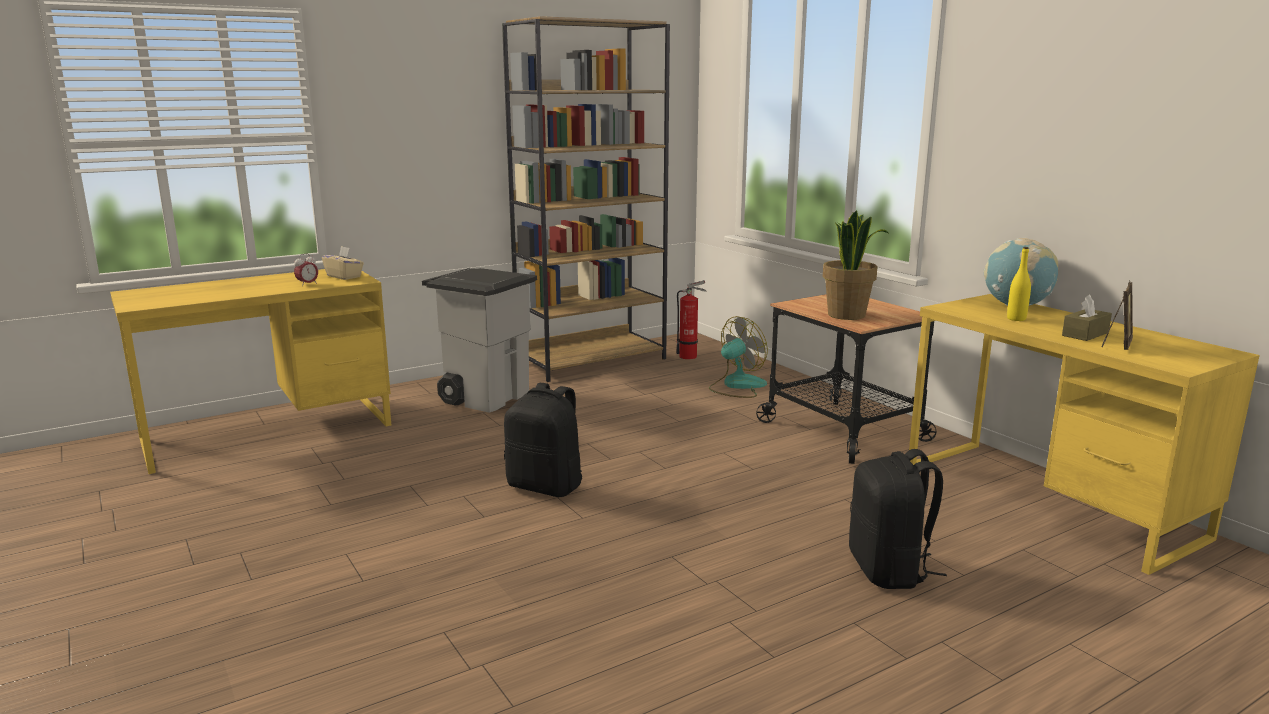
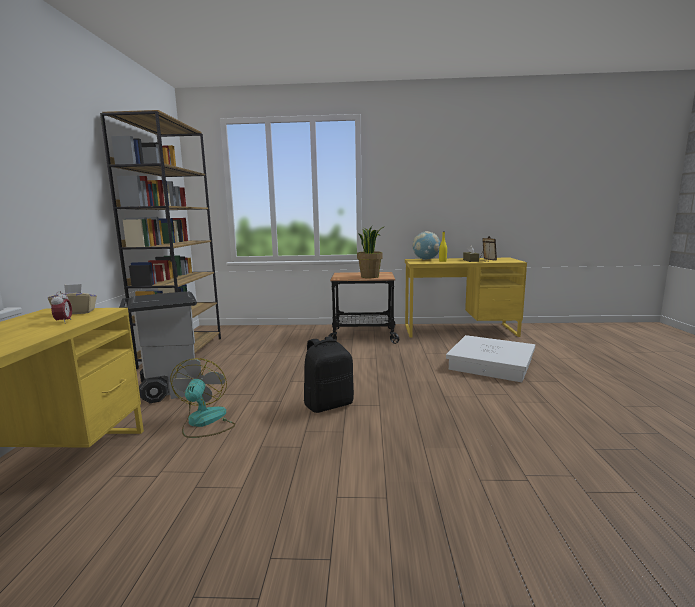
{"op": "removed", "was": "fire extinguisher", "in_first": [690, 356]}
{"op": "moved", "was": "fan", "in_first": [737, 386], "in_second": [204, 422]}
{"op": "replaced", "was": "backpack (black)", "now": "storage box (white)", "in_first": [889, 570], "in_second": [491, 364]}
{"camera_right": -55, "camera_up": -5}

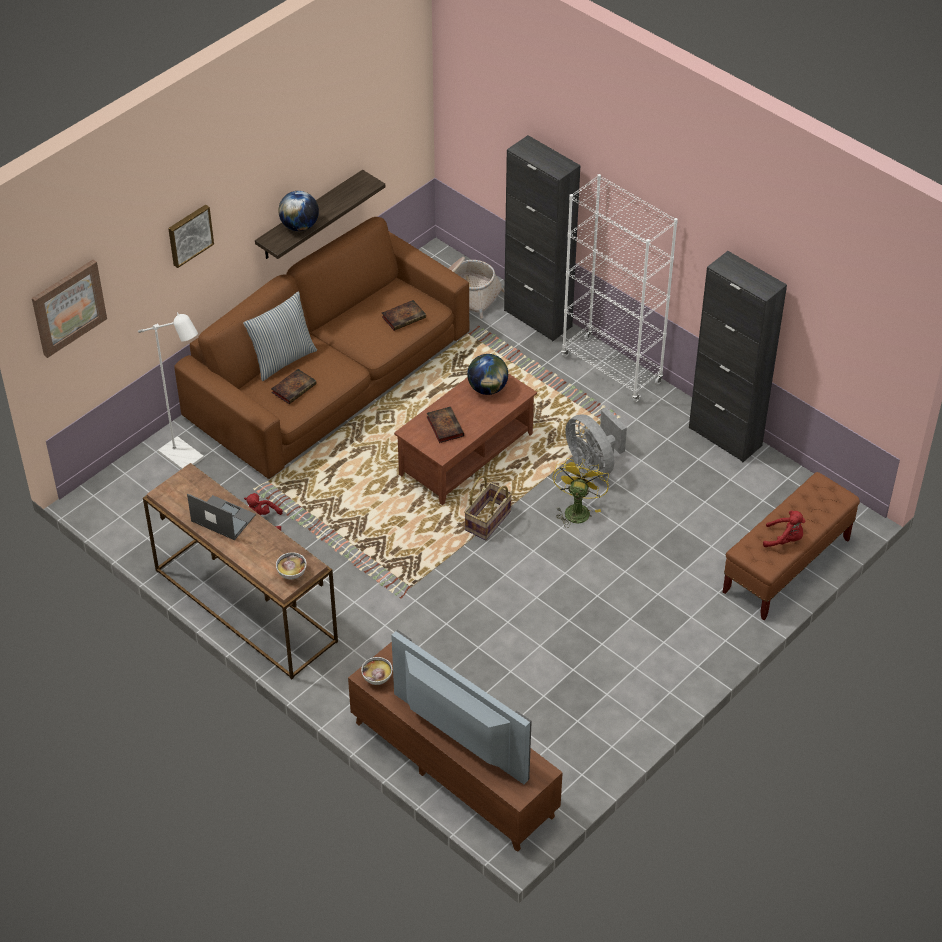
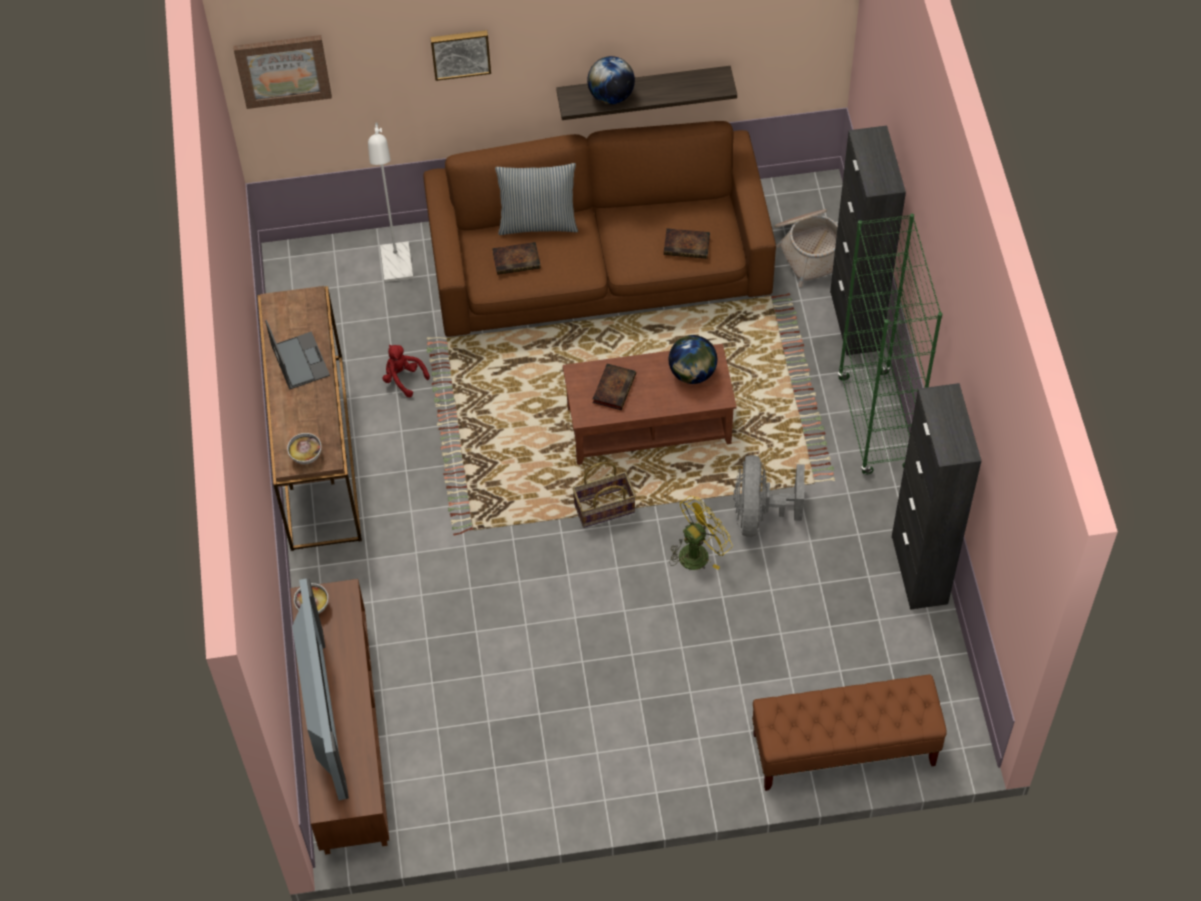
{"op": "removed", "was": "plush toy (red)", "in_first": [784, 539]}
{"op": "recoloured", "was": "bookcase (white)", "now": "bookcase (green)", "in_first": [611, 370], "in_second": [875, 423]}
{"camera_right": 40, "camera_up": 10}

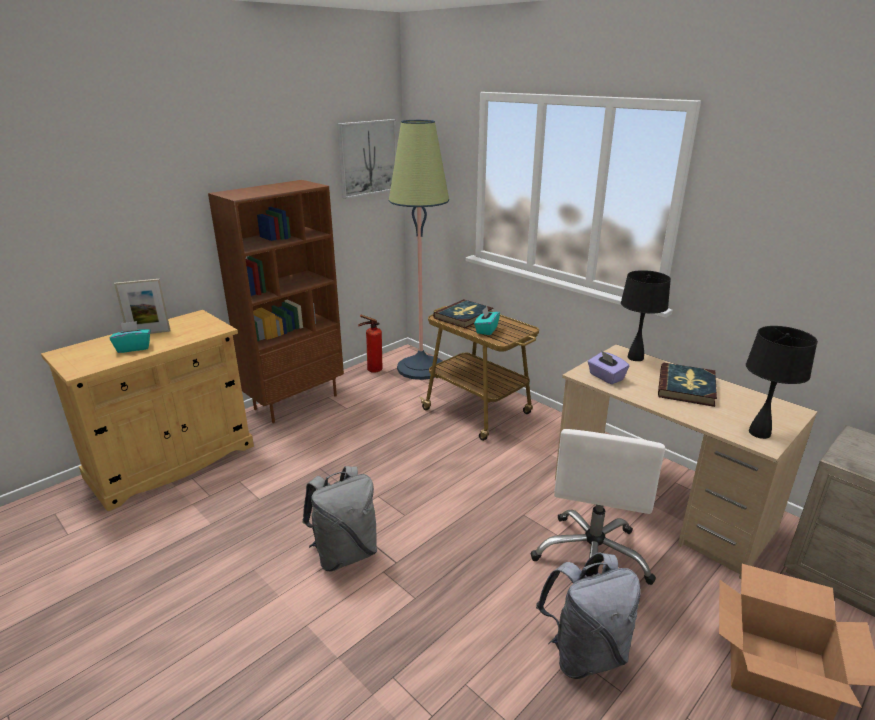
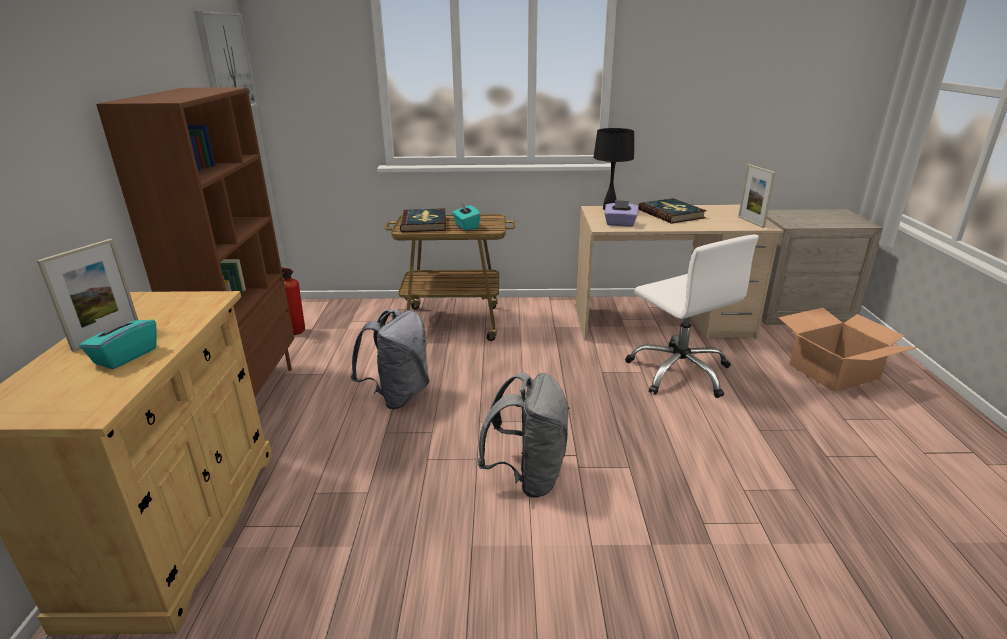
{"op": "removed", "was": "floor lamp", "in_first": [421, 368]}
{"op": "moved", "was": "backpack (grey)", "in_first": [584, 653], "in_second": [398, 396]}
{"op": "replaced", "was": "table lamp (black)", "now": "picture frame", "in_first": [759, 433], "in_second": [751, 222]}
{"camera_right": -45, "camera_up": 0}

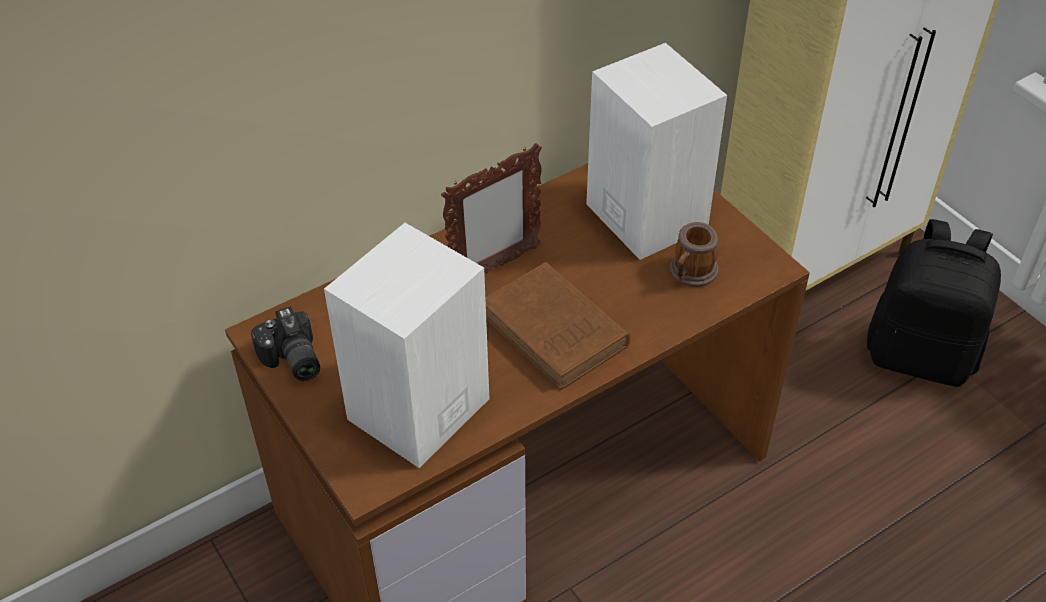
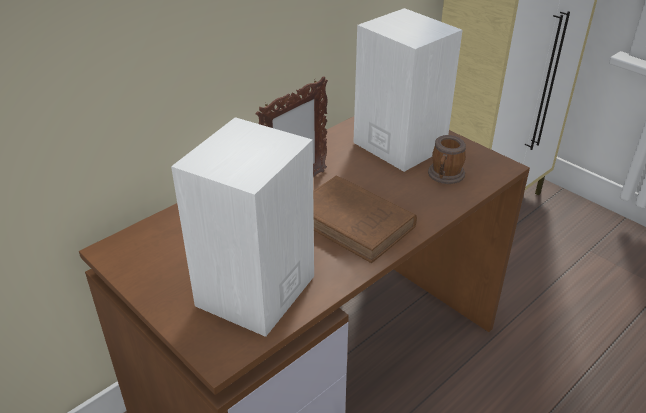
{"op": "removed", "was": "photo camera", "in_first": [291, 361]}
{"op": "removed", "was": "backpack (black)", "in_first": [920, 355]}
{"camera_right": -10, "camera_up": -10}

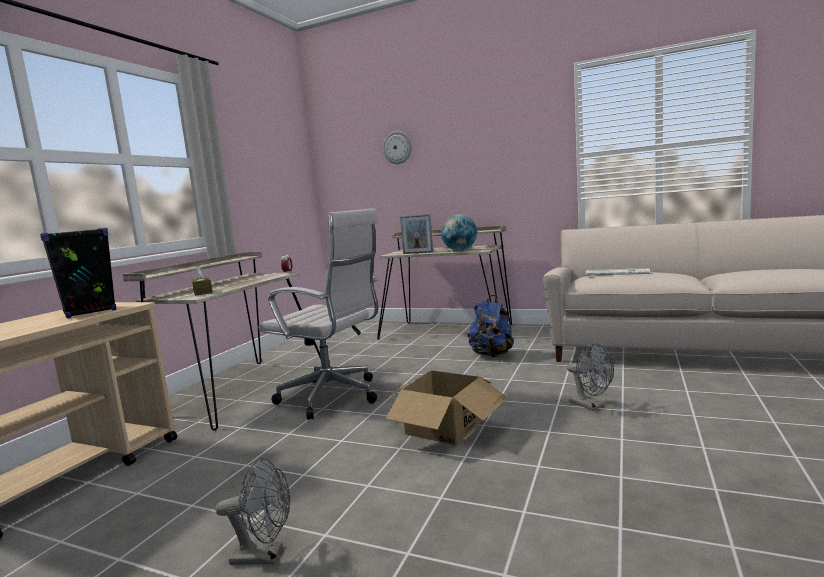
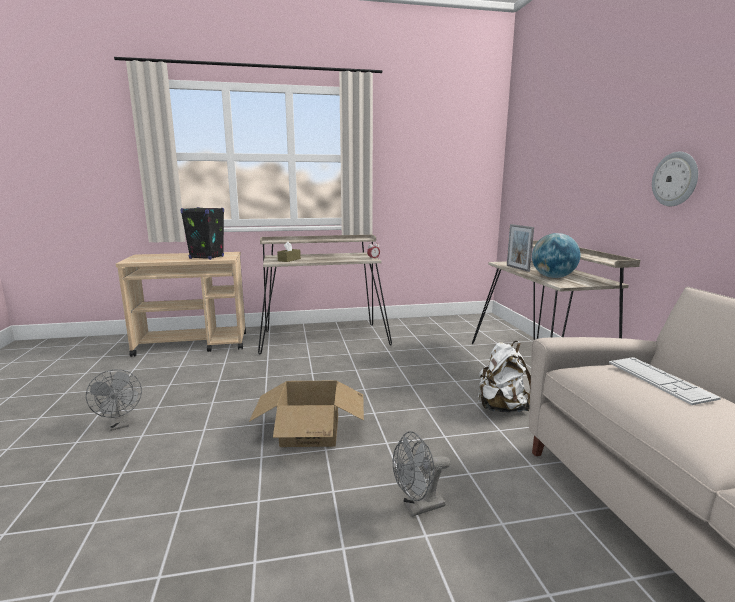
{"op": "removed", "was": "office chair (white)", "in_first": [334, 397]}
{"op": "moved", "was": "wall clock", "in_first": [397, 147], "in_second": [675, 179]}
{"op": "recoloured", "was": "backpack (blue)", "now": "backpack (white)", "in_first": [492, 355], "in_second": [501, 408]}
{"op": "turned", "was": "fan (grey)", "in_first": [591, 406], "in_second": [418, 507], "clockwise": 45}
{"camera_right": 55, "camera_up": 5}

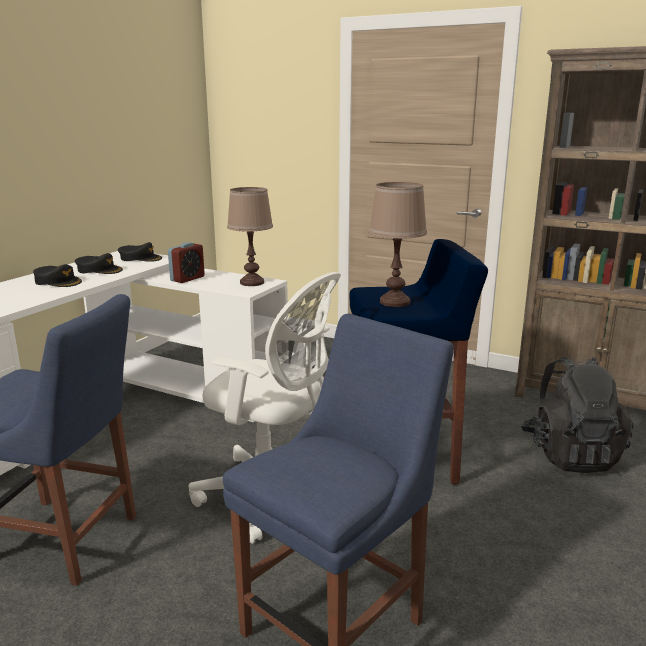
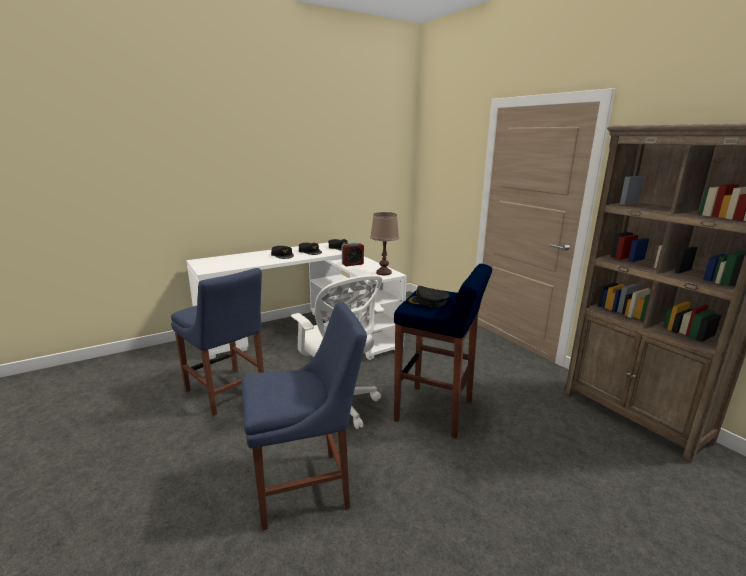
{"op": "removed", "was": "backpack (black)", "in_first": [570, 454]}
{"op": "replaced", "was": "table lamp (brown)", "now": "cap (black)", "in_first": [395, 302], "in_second": [428, 302]}
{"camera_right": 30, "camera_up": 0}

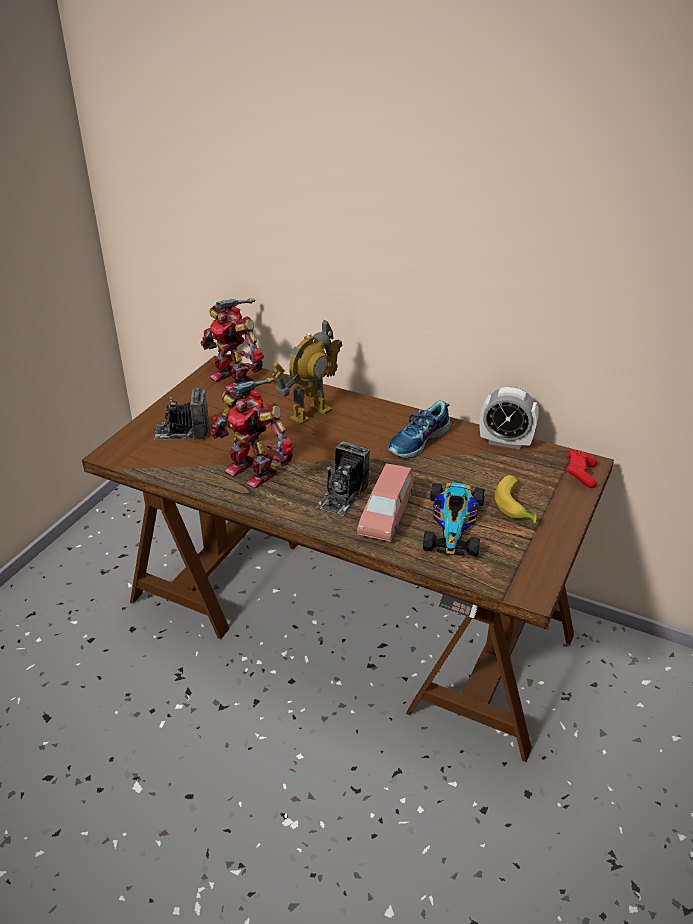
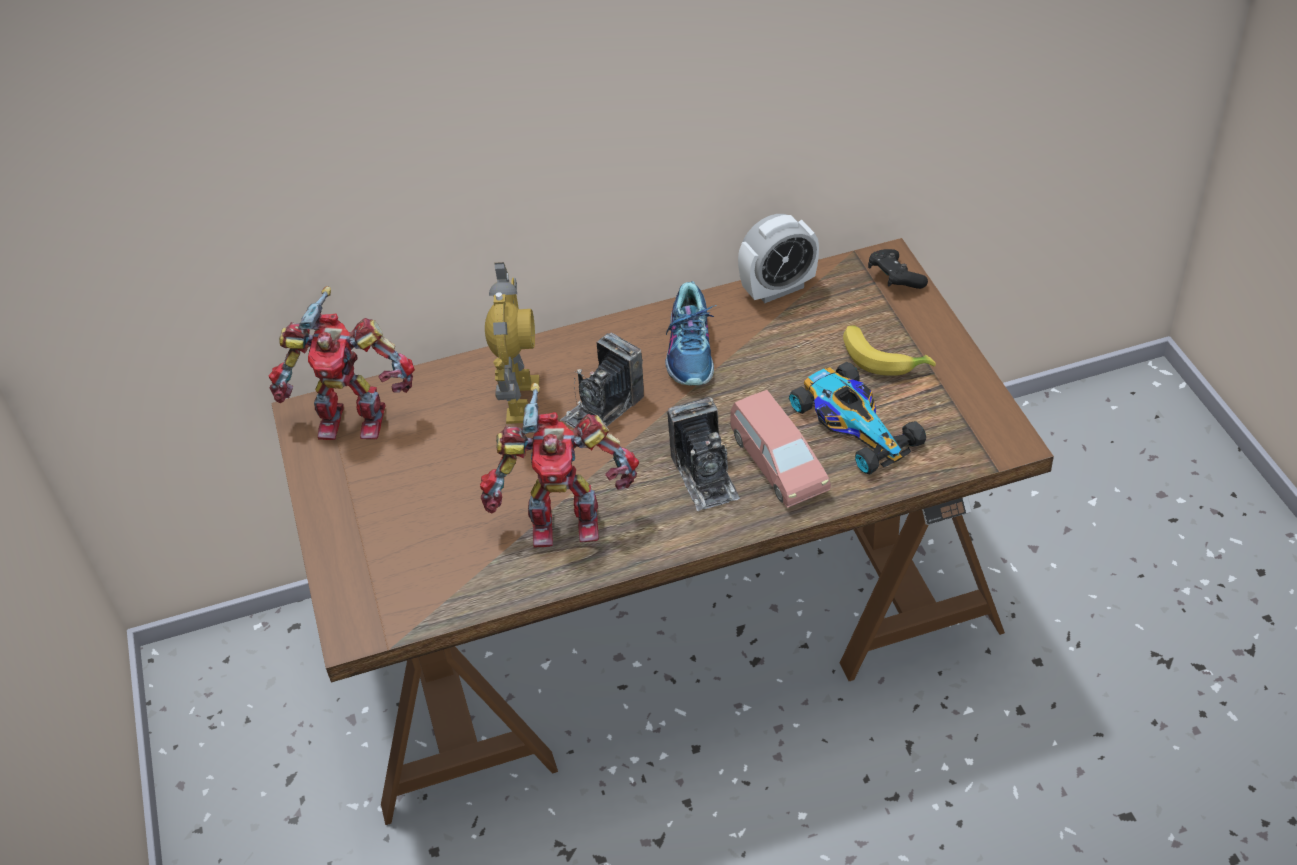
{"op": "moved", "was": "photo camera", "in_first": [182, 431], "in_second": [603, 407]}
{"op": "recoloured", "was": "game controller (red)", "now": "game controller (black)", "in_first": [579, 475], "in_second": [895, 279]}
{"camera_right": -40, "camera_up": 10}

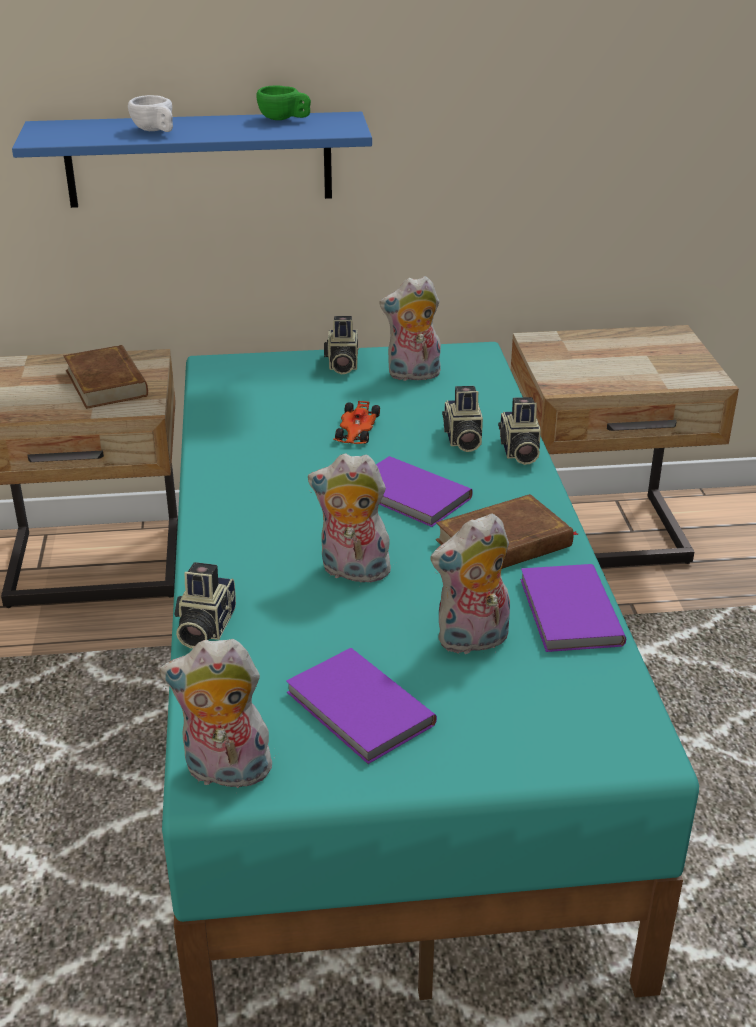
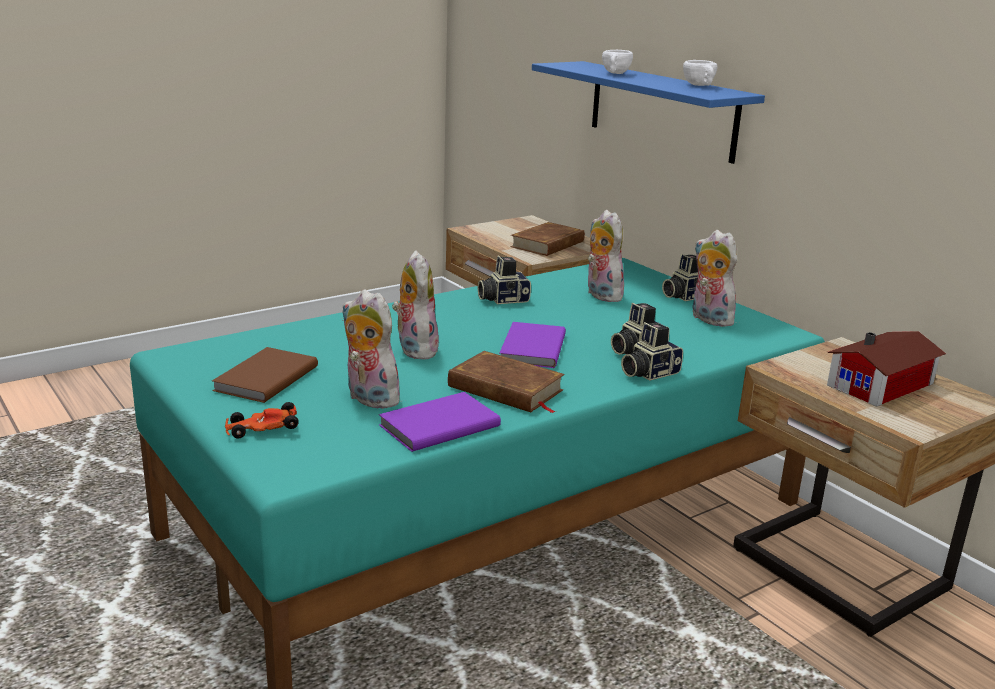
{"op": "added", "now": "toy house", "in_second": [884, 384]}
{"op": "moved", "was": "plush toy", "in_first": [225, 773], "in_second": [600, 295]}
{"op": "moved", "was": "photo camera", "in_first": [203, 627], "in_second": [502, 299]}
{"op": "moved", "was": "toy car", "in_first": [356, 431], "in_second": [261, 429]}
{"op": "recoloured", "was": "cup (green)", "now": "cup (white)", "in_first": [284, 119], "in_second": [700, 86]}
{"op": "recoloured", "was": "book (purple)", "now": "book (brown)", "in_first": [358, 710], "in_second": [263, 378]}
{"camera_right": 60, "camera_up": -10}

